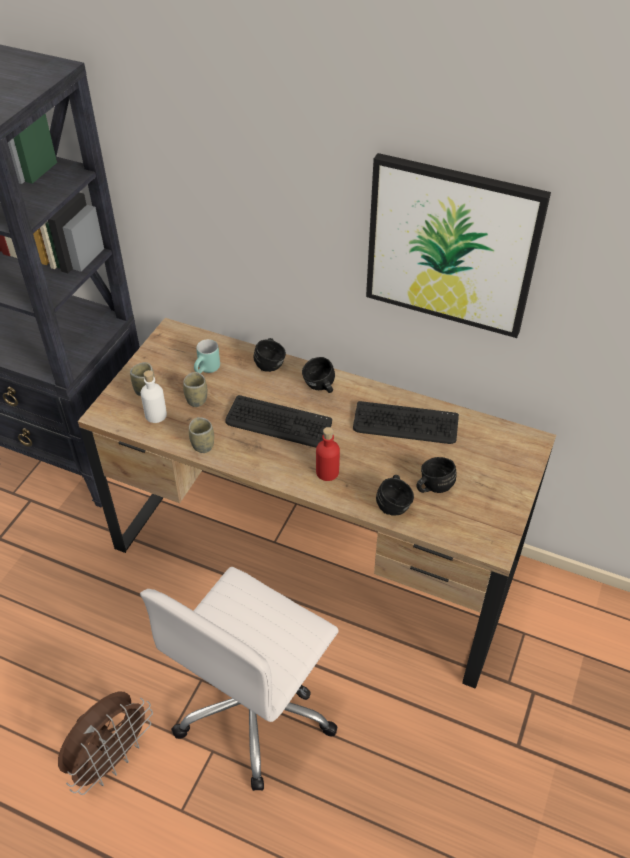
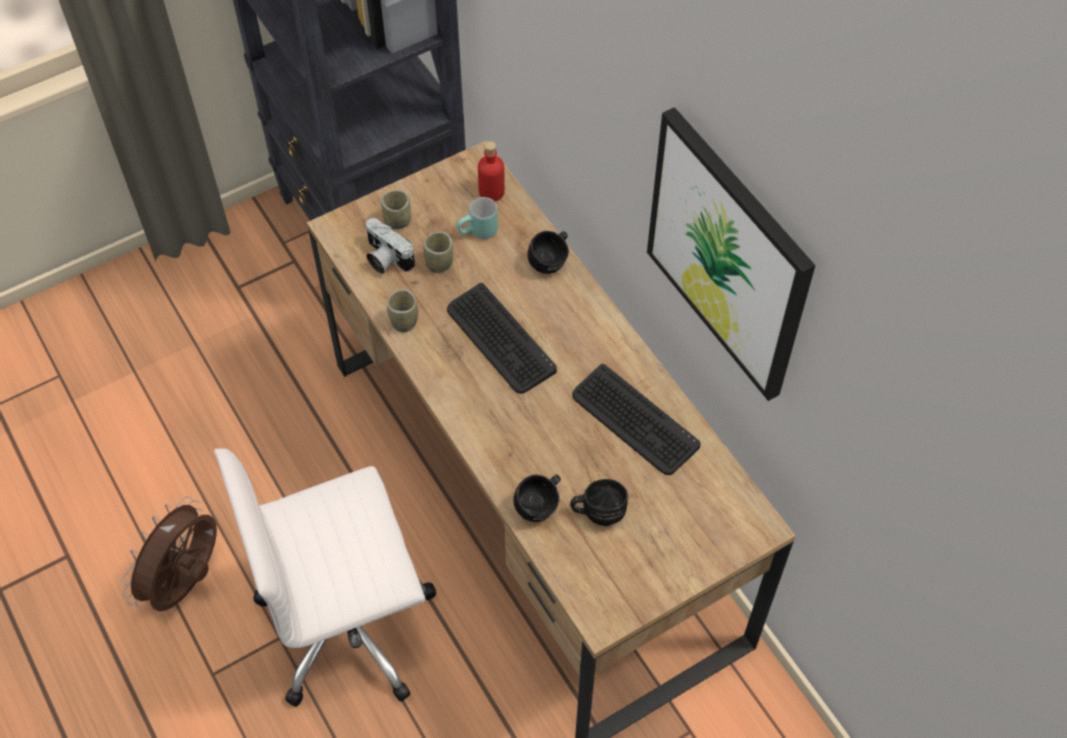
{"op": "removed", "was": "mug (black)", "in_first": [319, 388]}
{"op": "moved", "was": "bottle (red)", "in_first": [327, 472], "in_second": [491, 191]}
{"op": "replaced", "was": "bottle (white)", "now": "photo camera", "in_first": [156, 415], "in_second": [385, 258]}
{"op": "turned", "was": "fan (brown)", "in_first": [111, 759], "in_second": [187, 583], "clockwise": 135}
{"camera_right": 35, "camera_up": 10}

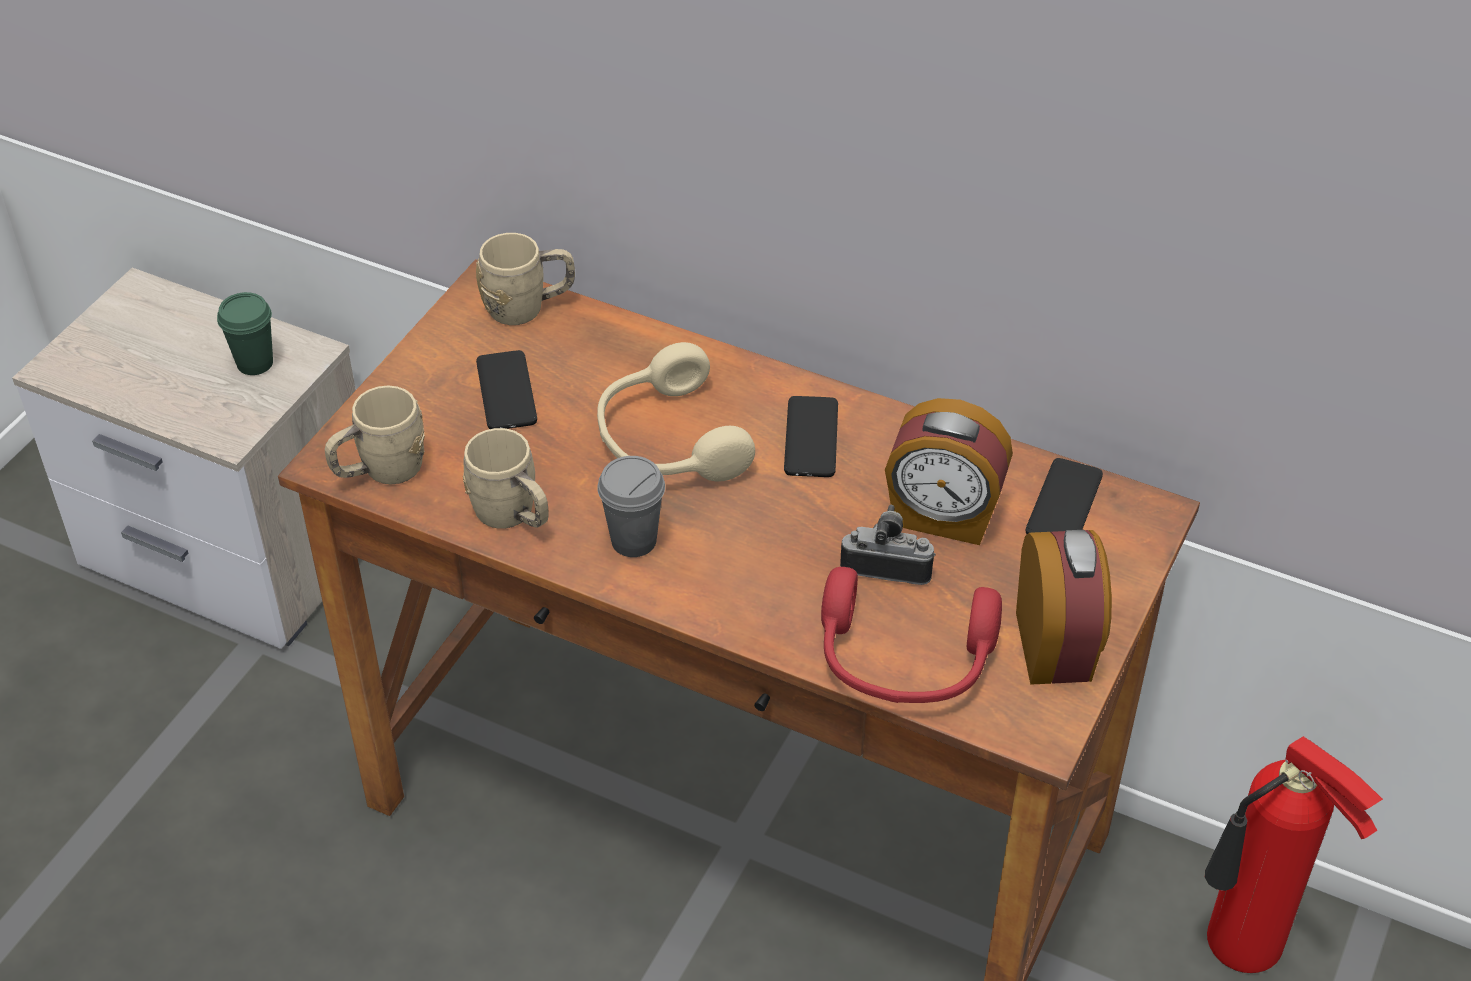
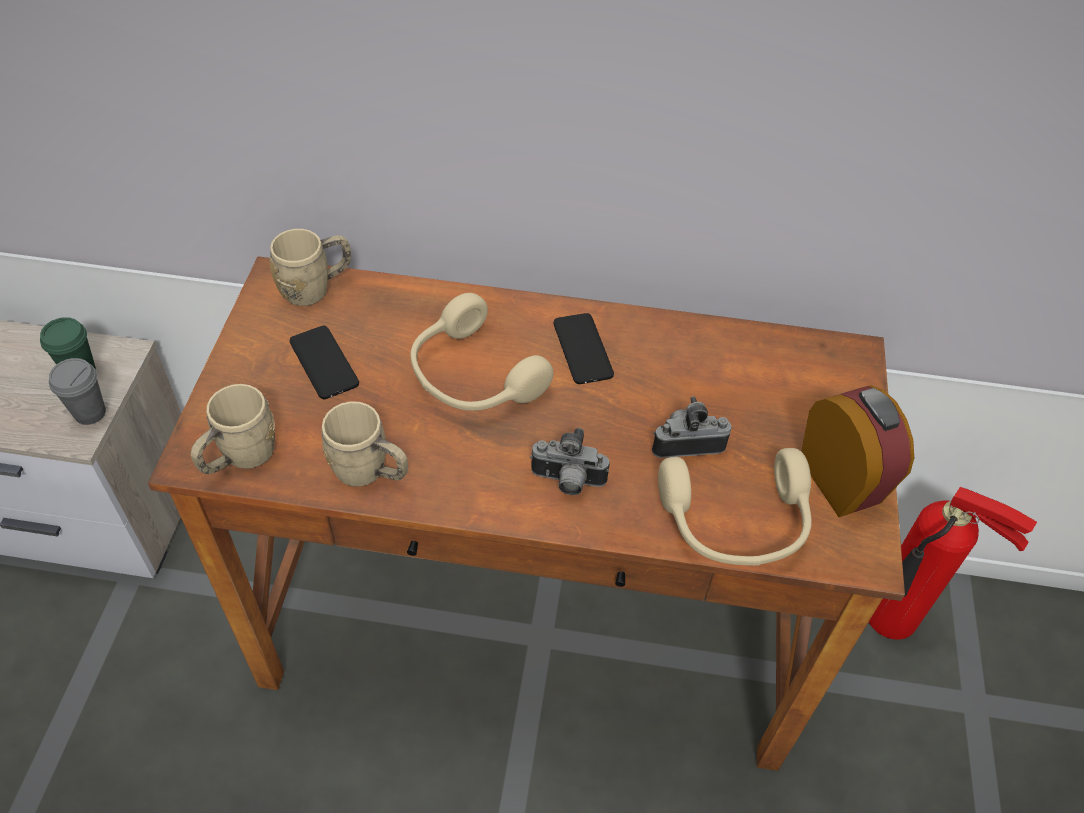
{"op": "removed", "was": "alarm clock", "in_first": [942, 517]}
{"op": "removed", "was": "phone", "in_first": [1064, 504]}
{"op": "added", "now": "photo camera", "in_second": [567, 482]}
{"op": "moved", "was": "cup (grey)", "in_first": [634, 541], "in_second": [90, 413]}
{"op": "recoloured", "was": "headphones (red)", "now": "headphones (beige)", "in_first": [903, 662], "in_second": [736, 523]}
{"camera_right": -20, "camera_up": 5}

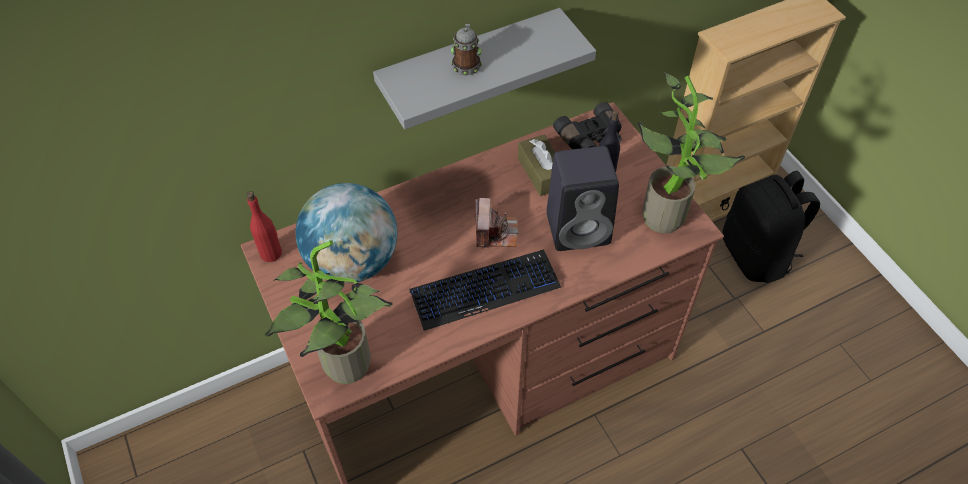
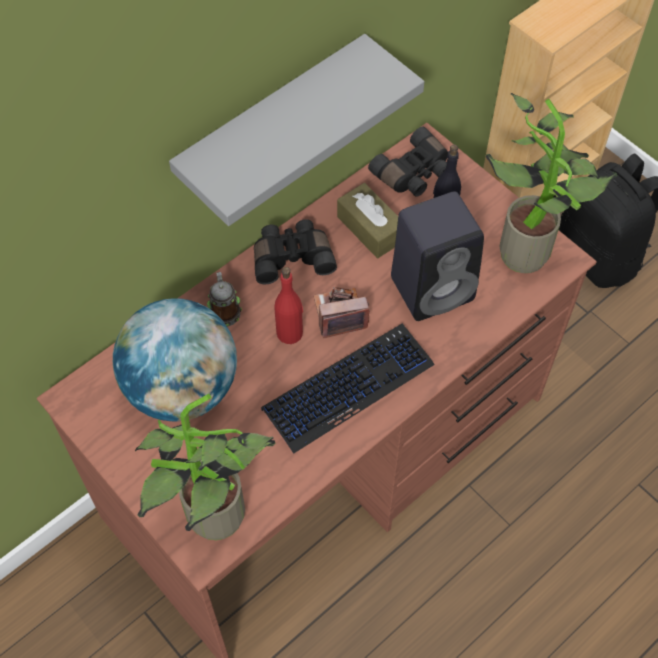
{"op": "added", "now": "binoculars (black)", "in_second": [292, 257]}
{"op": "moved", "was": "bottle (red)", "in_first": [271, 253], "in_second": [290, 333]}
{"op": "moved", "was": "mug", "in_first": [466, 63], "in_second": [224, 310]}
{"op": "turned", "was": "photo camera", "in_first": [495, 232], "in_second": [339, 314], "clockwise": -90}
{"camera_right": -15, "camera_up": 5}

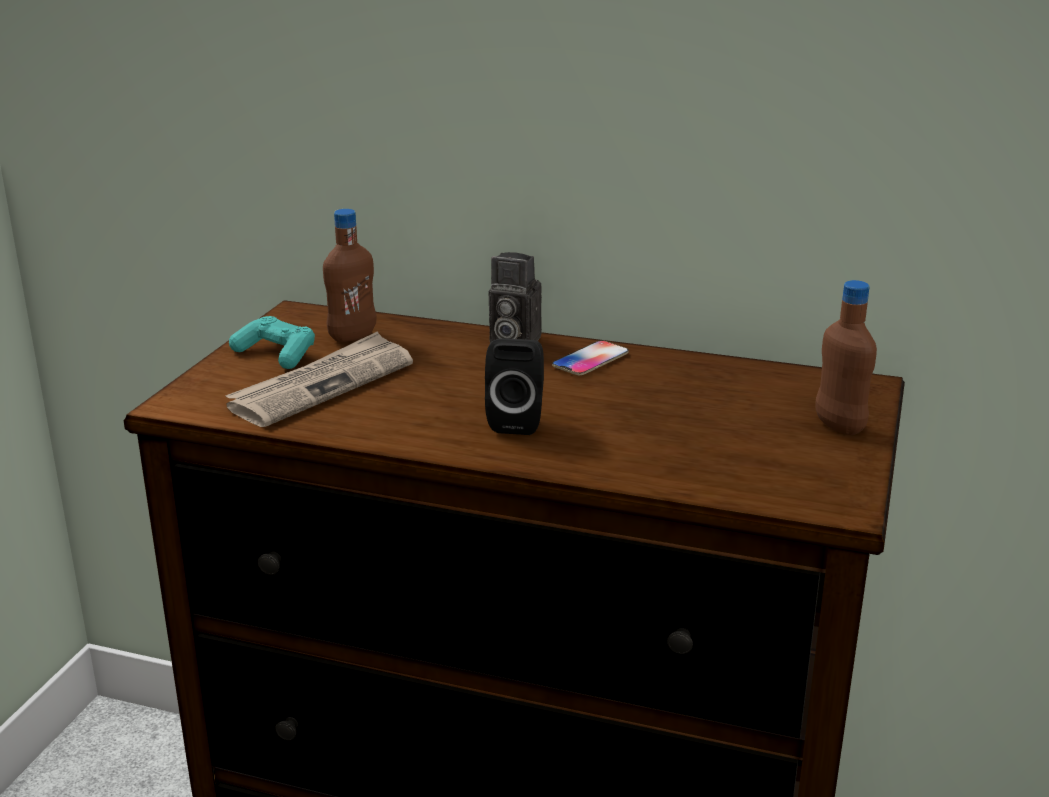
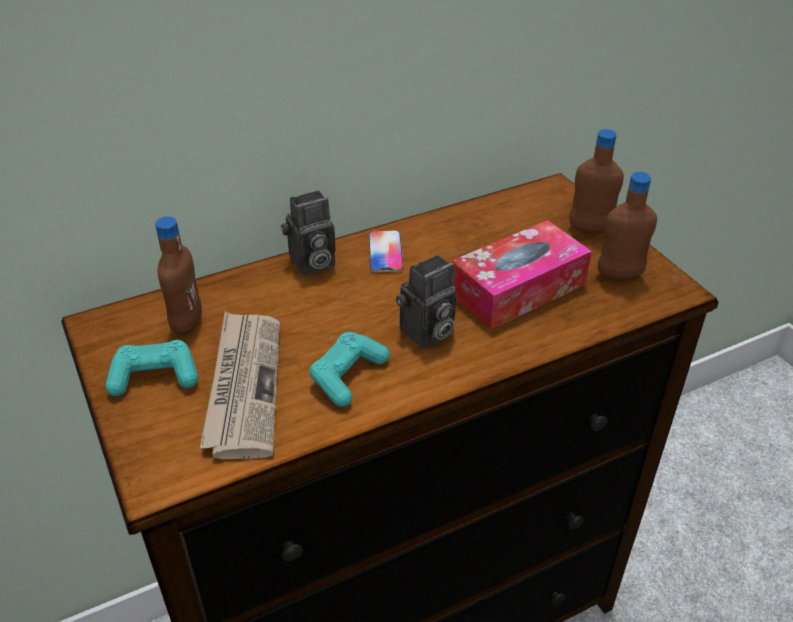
{"op": "added", "now": "game controller (turquoise)", "in_second": [348, 376]}
{"op": "added", "now": "tissue box", "in_second": [518, 289]}
{"op": "added", "now": "bottle (brown)", "in_second": [619, 276]}
{"op": "replaced", "was": "speaker (black)", "now": "photo camera", "in_first": [517, 421], "in_second": [426, 334]}
{"camera_right": -45, "camera_up": 15}

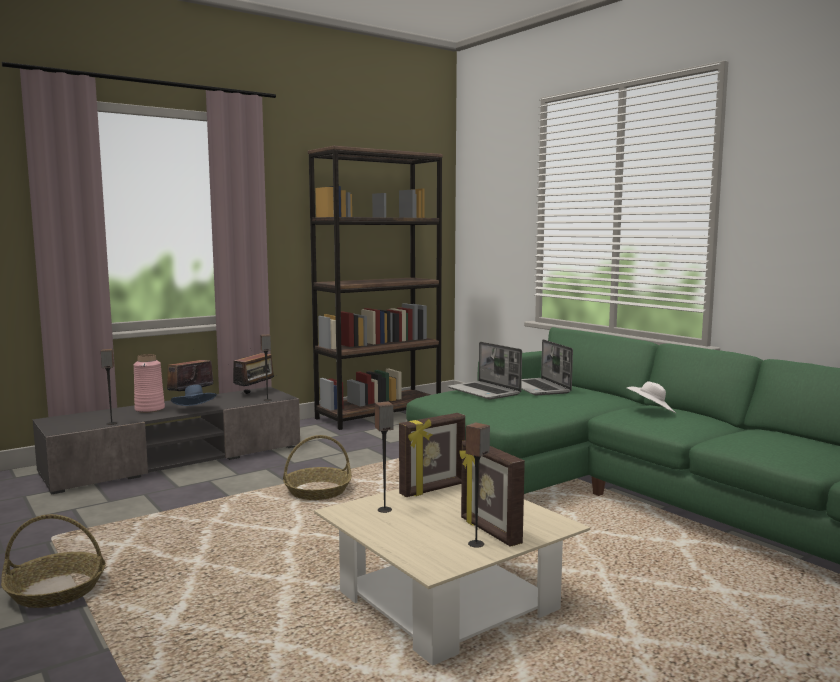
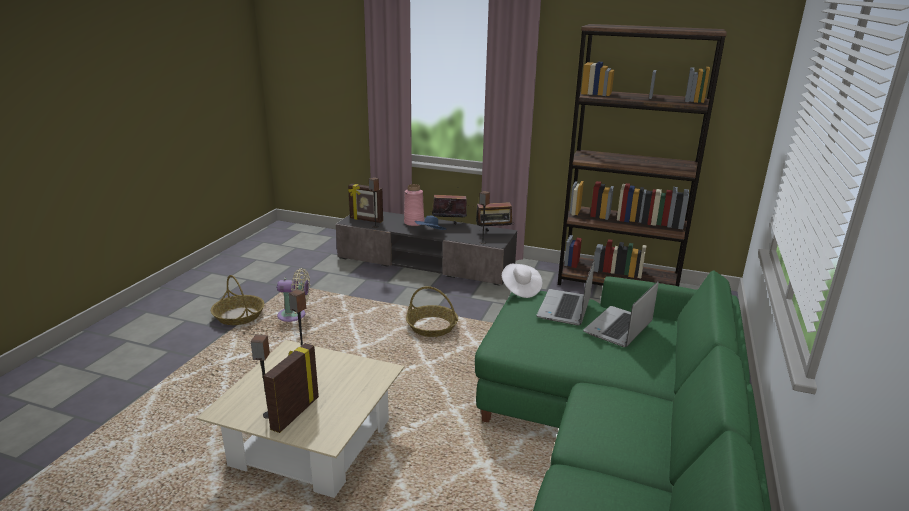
{"op": "added", "now": "fan (beige)", "in_second": [295, 316]}
{"op": "moved", "was": "picture frame", "in_first": [433, 489], "in_second": [366, 220]}
{"op": "moved", "was": "hat (white)", "in_first": [651, 411], "in_second": [520, 289]}
{"camera_right": 55, "camera_up": 15}

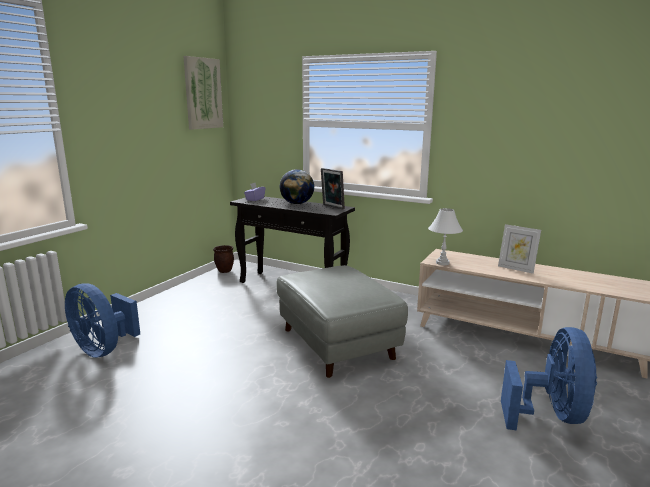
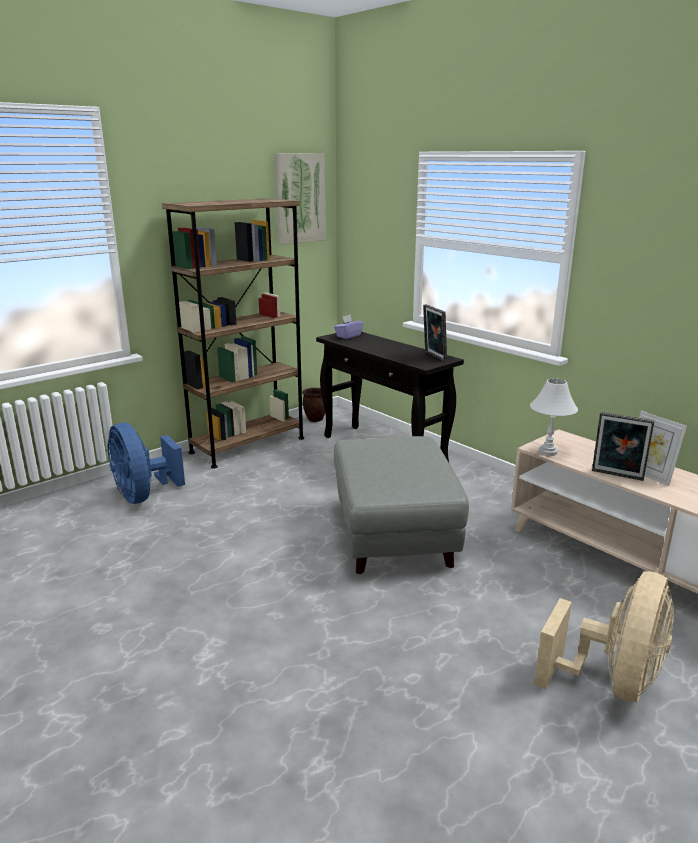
{"op": "removed", "was": "globe", "in_first": [297, 203]}
{"op": "added", "now": "bookcase (brown)", "in_second": [247, 445]}
{"op": "added", "now": "picture frame", "in_second": [617, 476]}
{"op": "recoloured", "was": "fan (blue)", "now": "fan (beige)", "in_first": [550, 414], "in_second": [612, 682]}
{"camera_right": 20, "camera_up": 5}

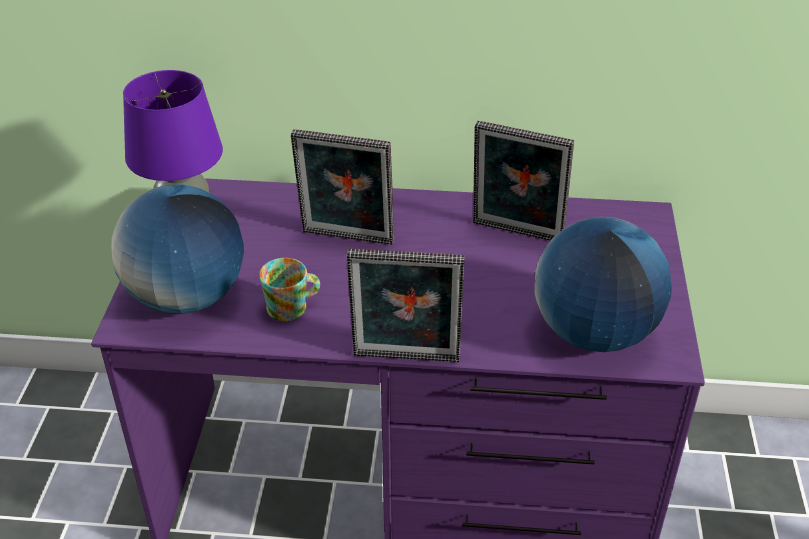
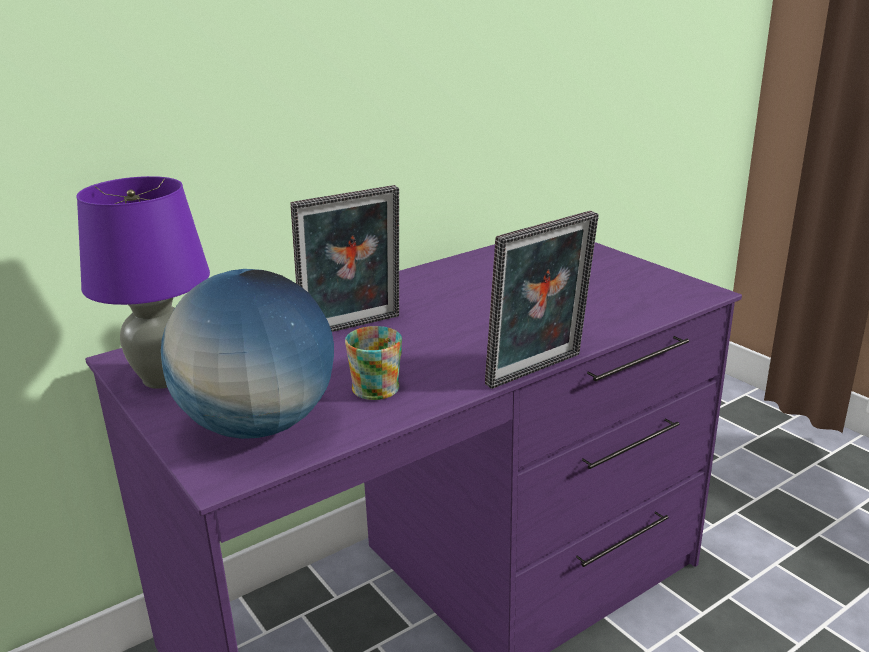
{"op": "removed", "was": "picture frame", "in_first": [516, 234]}
{"op": "removed", "was": "globe", "in_first": [594, 333]}
{"camera_right": -40, "camera_up": -15}

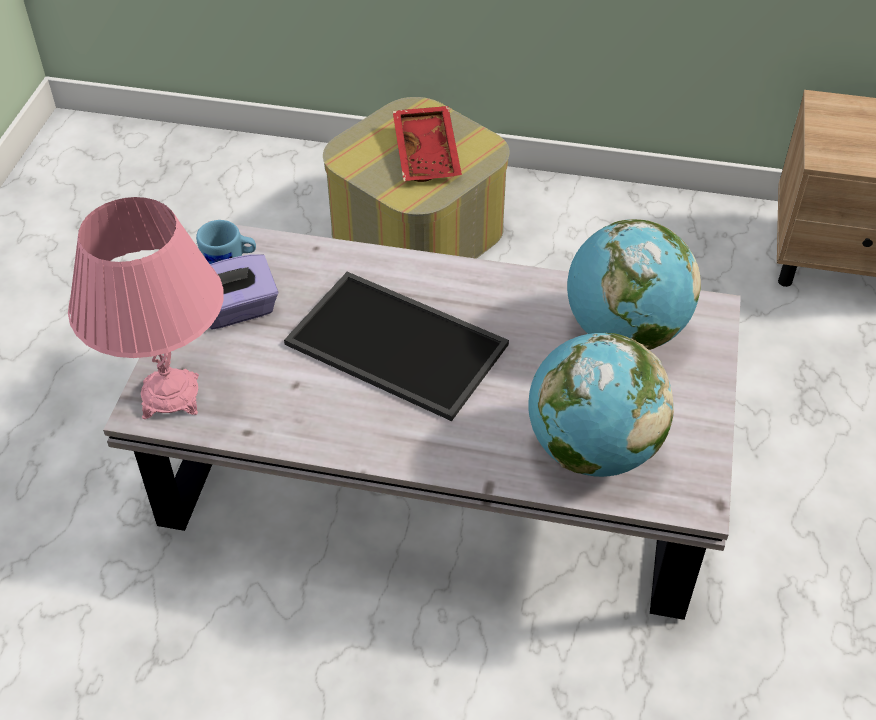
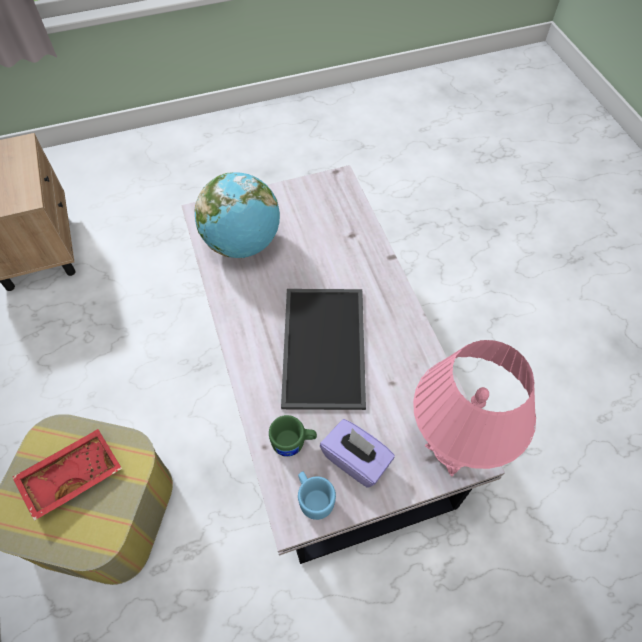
{"op": "removed", "was": "globe", "in_first": [592, 449]}
{"op": "added", "now": "mug (green)", "in_second": [293, 443]}
{"camera_right": -120, "camera_up": 10}

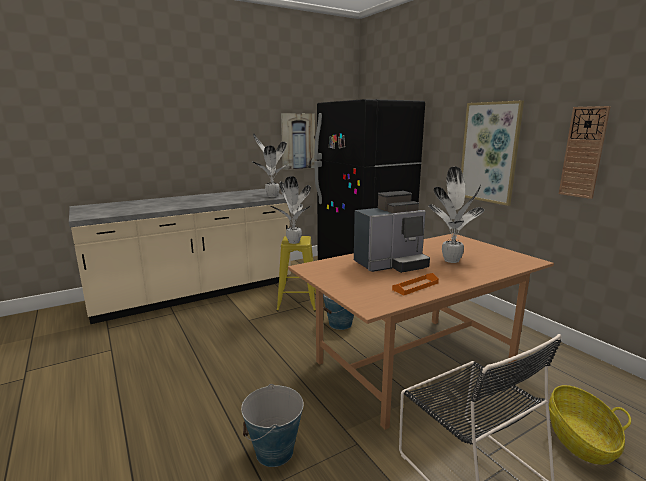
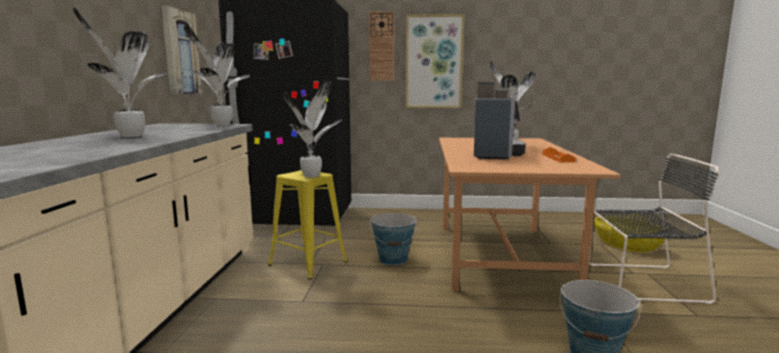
{"op": "added", "now": "potted plant", "in_second": [128, 136]}
{"op": "moved", "was": "wall clock", "in_first": [583, 152], "in_second": [381, 46]}
{"camera_right": -55, "camera_up": -5}

